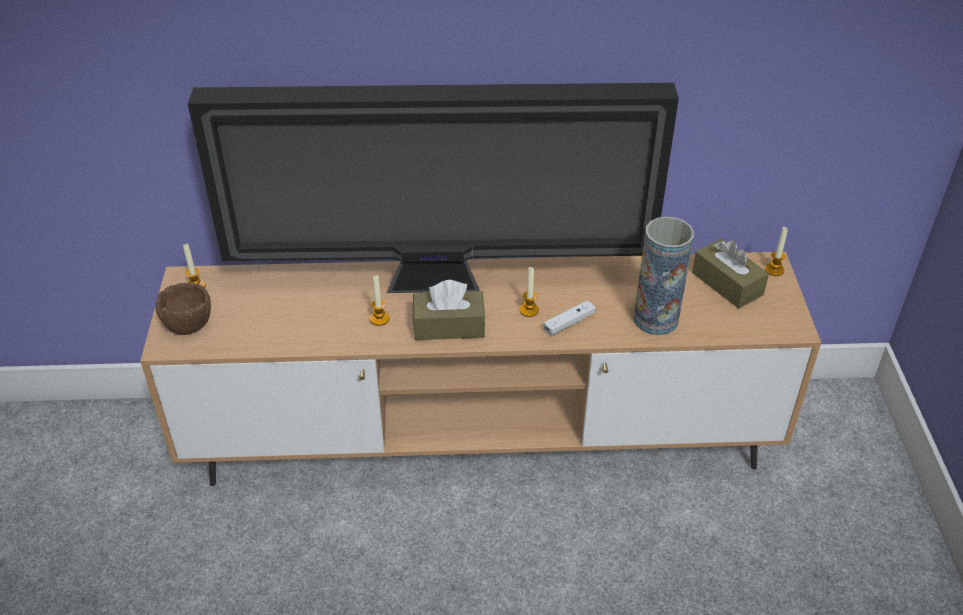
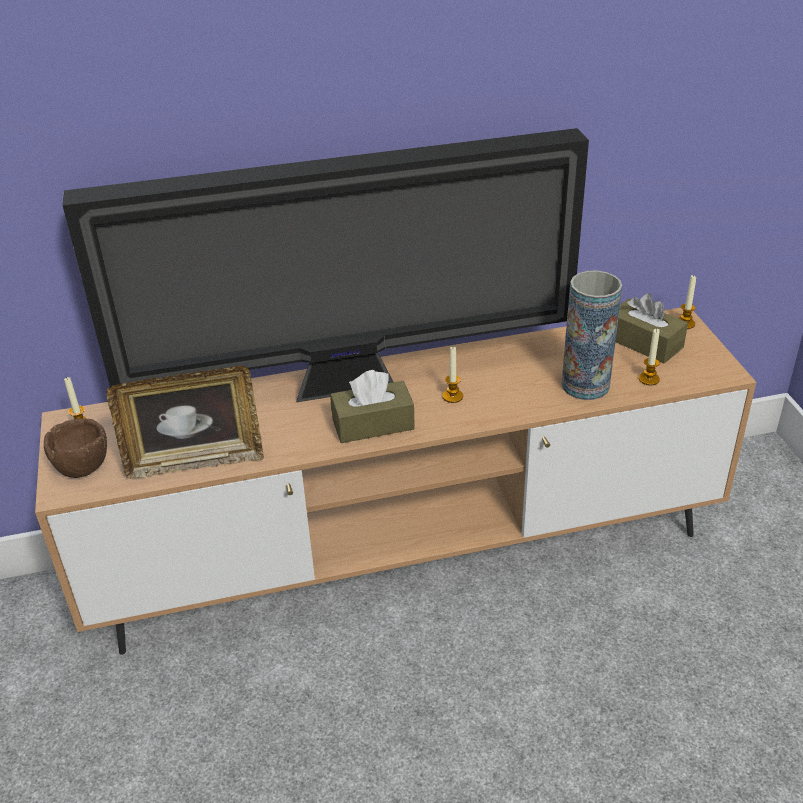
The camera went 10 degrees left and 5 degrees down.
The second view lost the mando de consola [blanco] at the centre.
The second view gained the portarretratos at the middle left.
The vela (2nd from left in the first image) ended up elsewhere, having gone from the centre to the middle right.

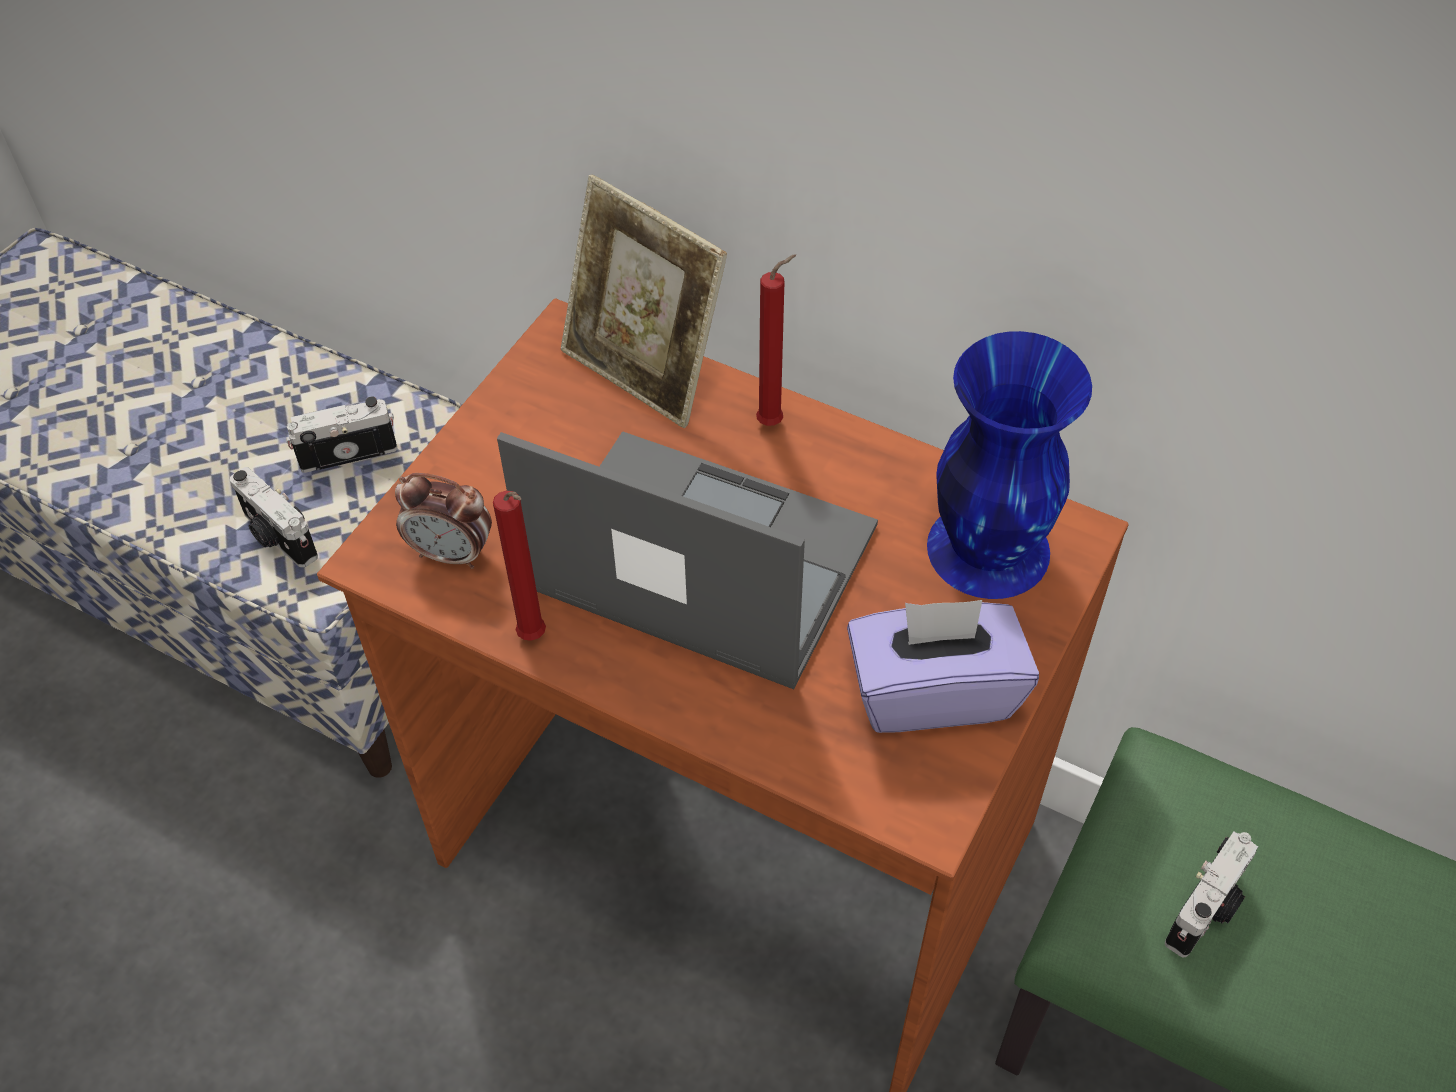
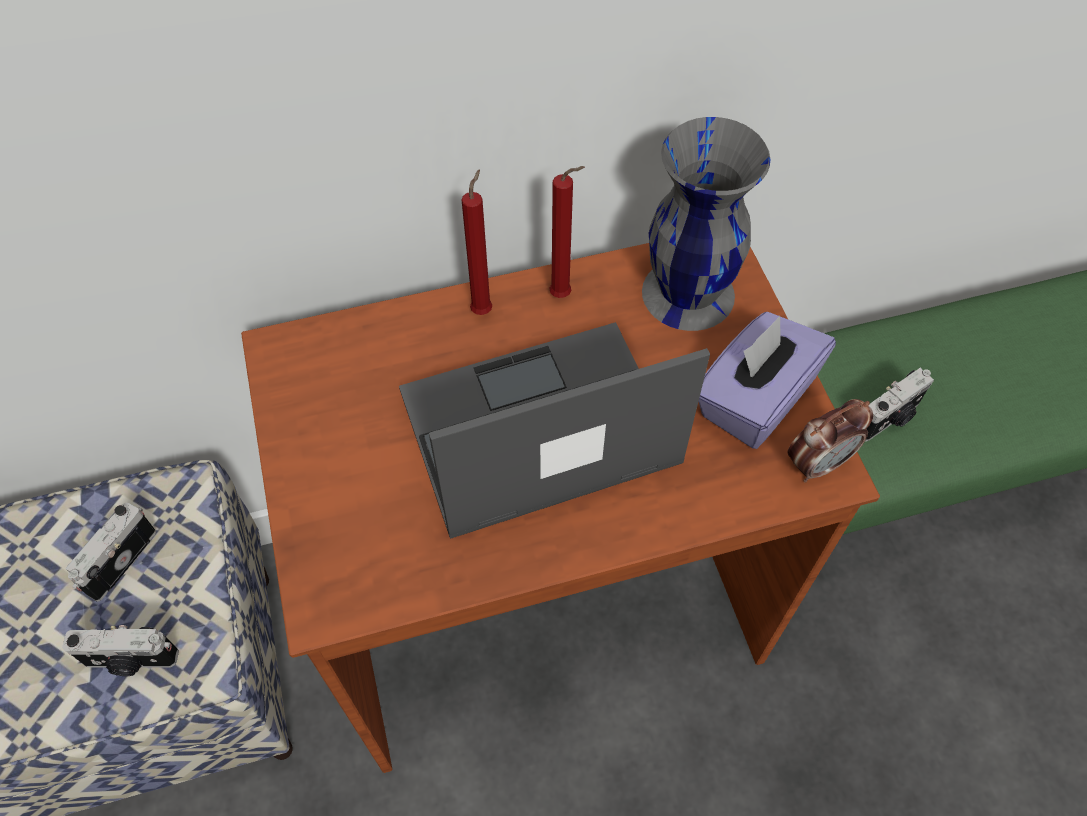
The camera went 45 degrees left and 5 degrees up.
The second view lost the portarretratos at the top centre.
The despertador ended up elsewhere, having gone from the middle left to the middle right.
The vela [rojo] (1st from left in the first image) ended up elsewhere, having gone from the centre to the top centre.
What was the florero [azul] at the middle right turned into the florero [gris] at the top centre.
The cámara (3rd from left) at the bottom right ended up facing another way, 60 degrees clockwise from before.

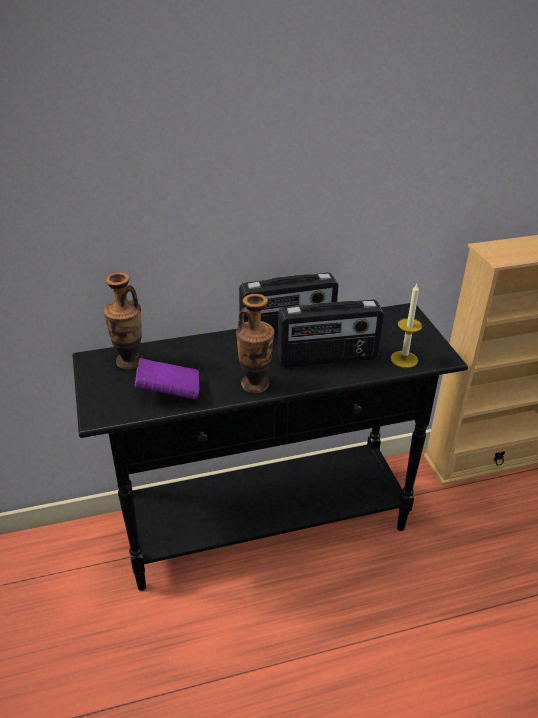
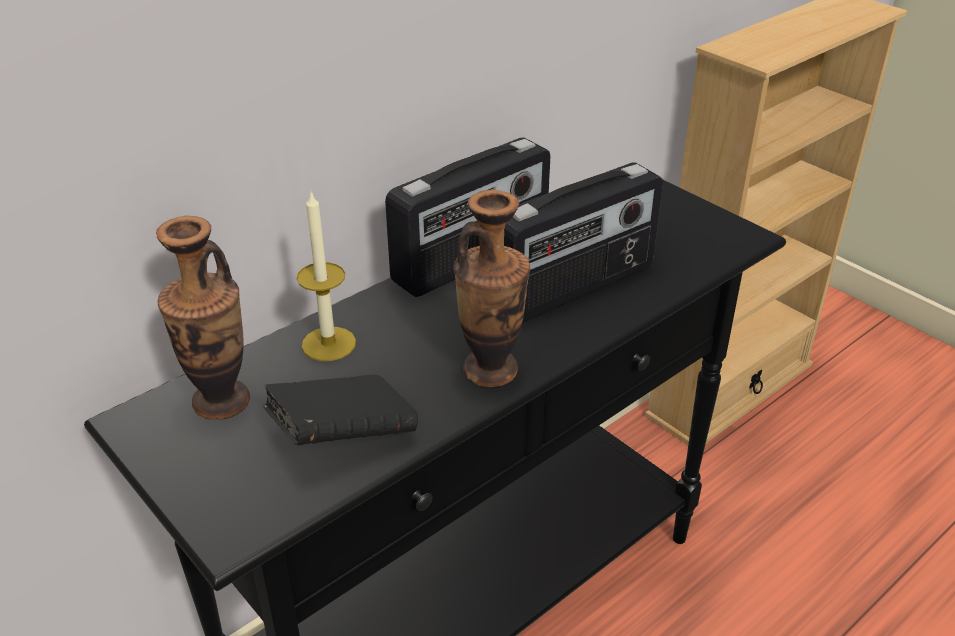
The camera went 25 degrees left and 0 degrees up.
The vela ended up elsewhere, having gone from the middle right to the centre.
What was the libro [morado] at the middle left turned into the libro [negro] at the centre.

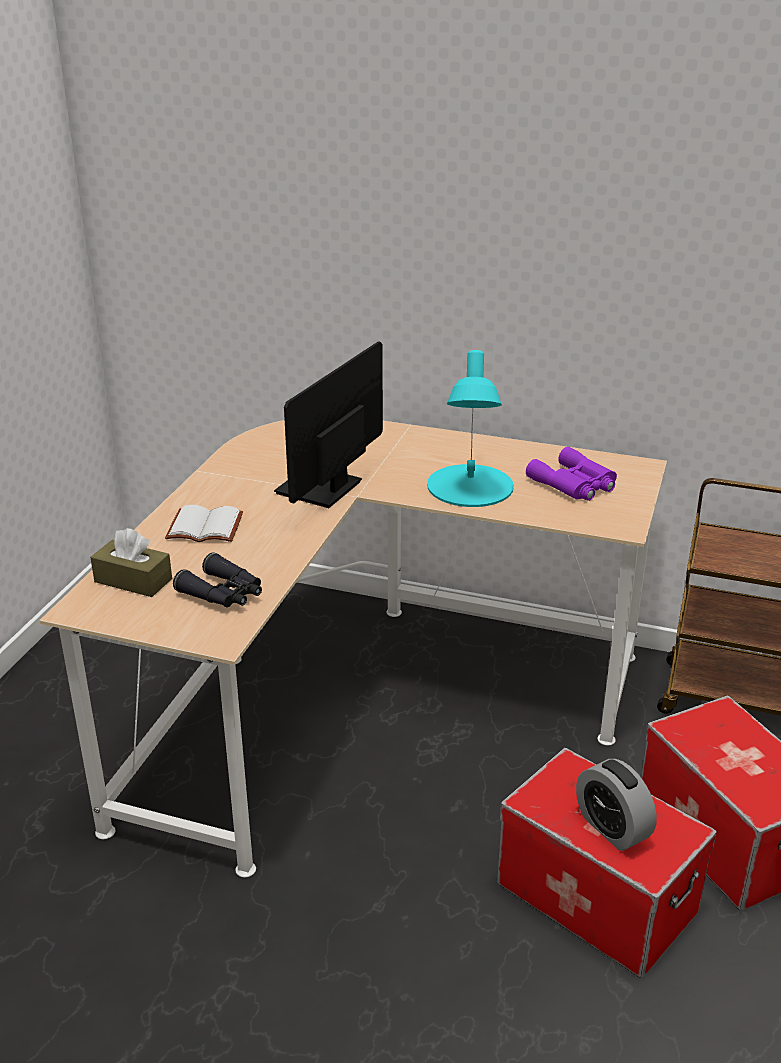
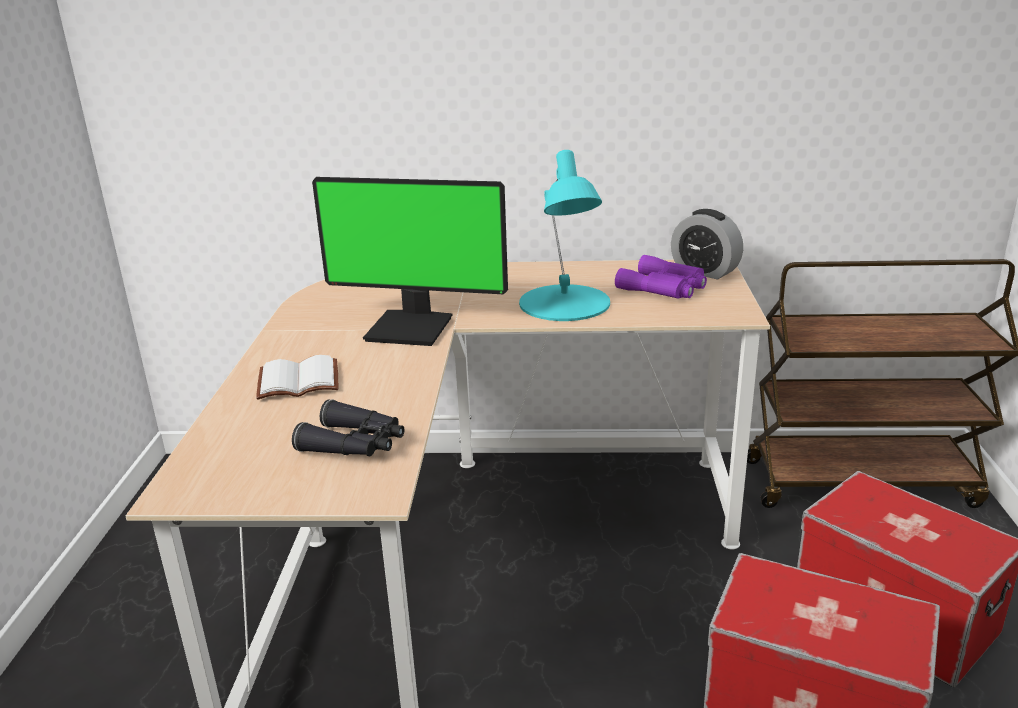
The camera went 15 degrees left and 5 degrees down.
The second view lost the caja de pañuelos [marrón] at the middle left.
The despertador ended up elsewhere, having gone from the bottom right to the middle right.
The monitor at the centre ended up facing another way, 90 degrees counterclockwise from before.

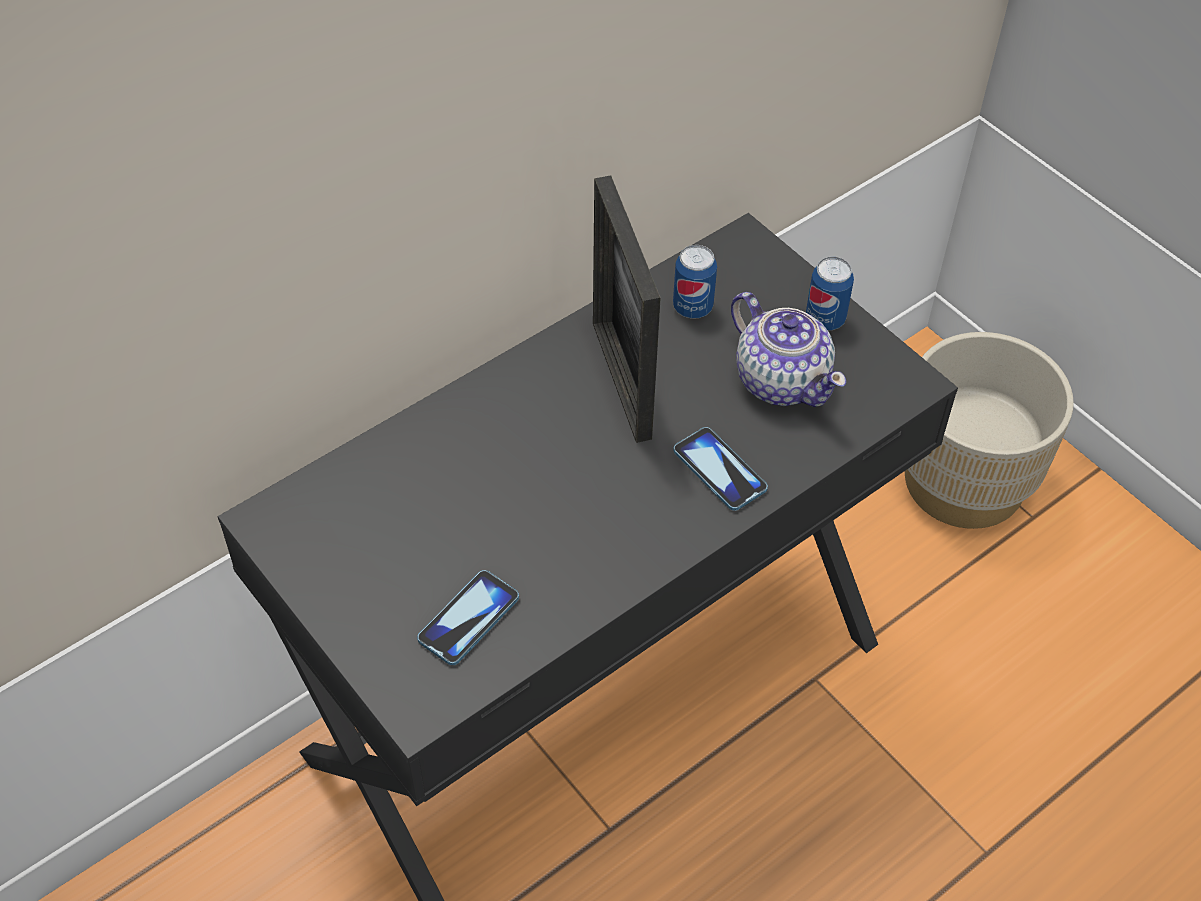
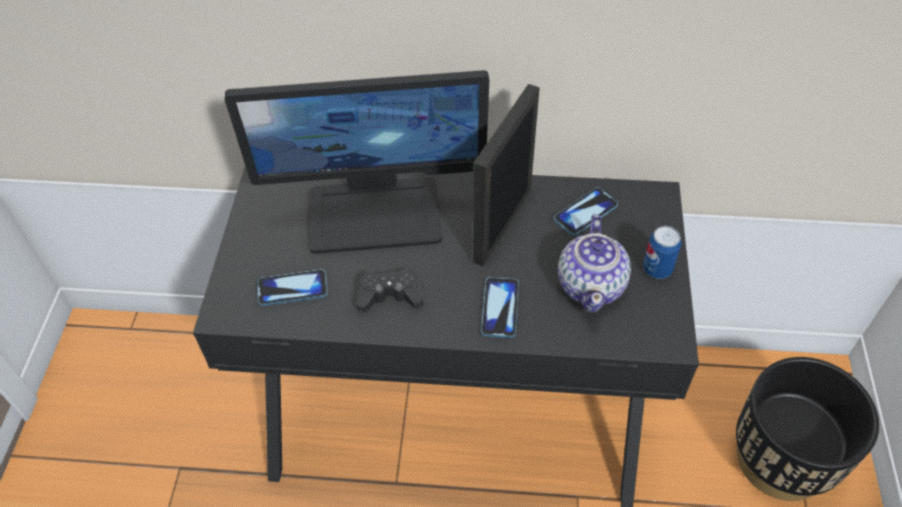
The camera went 45 degrees right and 0 degrees up.
The second view gained the monitor at the top centre.
The second view gained the mando de consola [negro] at the centre.
Where the lata (1st from left) stood at the top centre, the móvil (3rd from left) came to stand at the centre.
What was the maceta [beis] at the middle right turned into the maceta [negro] at the bottom right.

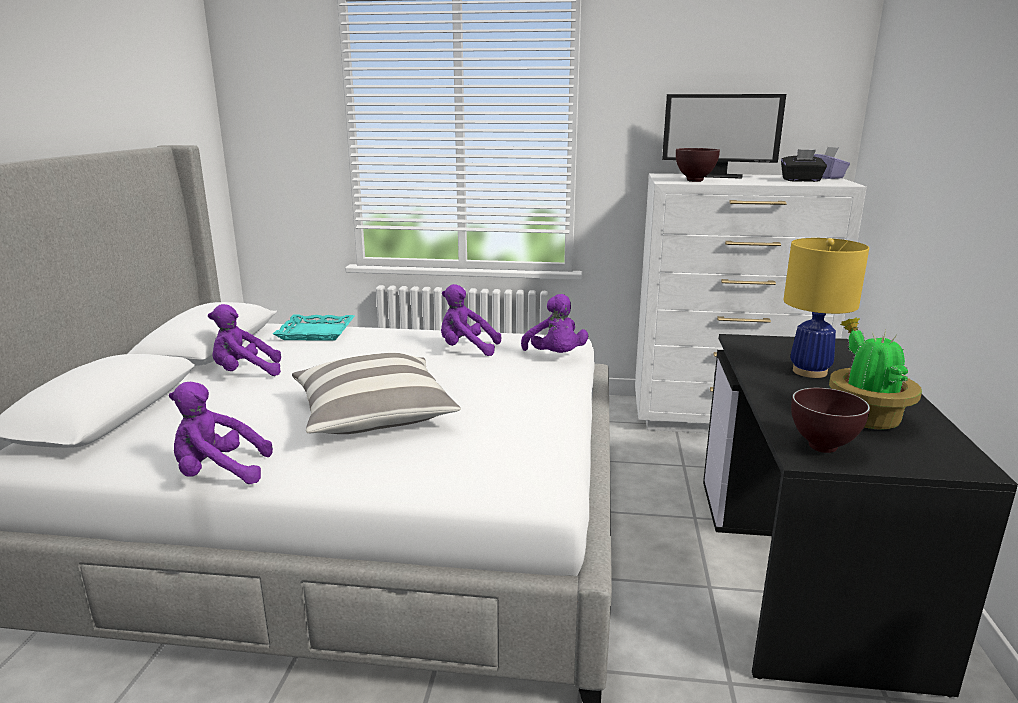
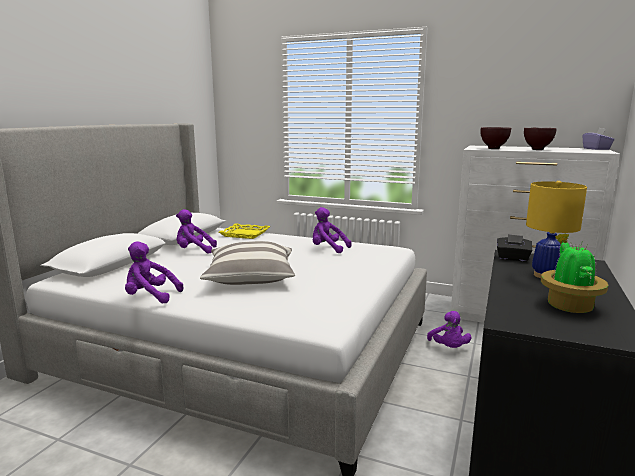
The camera went 15 degrees right and 5 degrees down.
The second view lost the monitor at the top right.
The peluche [morado] (4th from left) ended up elsewhere, having gone from the centre to the bottom right.
The caja de pañuelos [negro] ended up elsewhere, having gone from the top right to the middle right.
The cuenco [marrón] (2nd from left) ended up elsewhere, having gone from the middle right to the top right.
What was the bandeja [turquesa] at the middle left turned into the bandeja [amarillo] at the centre.

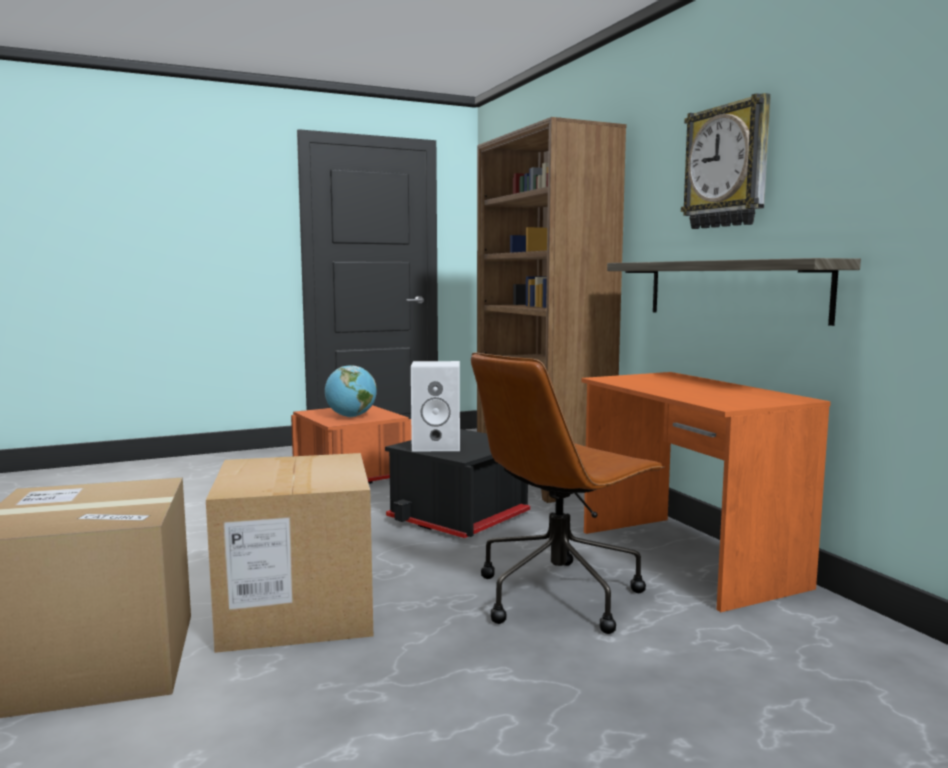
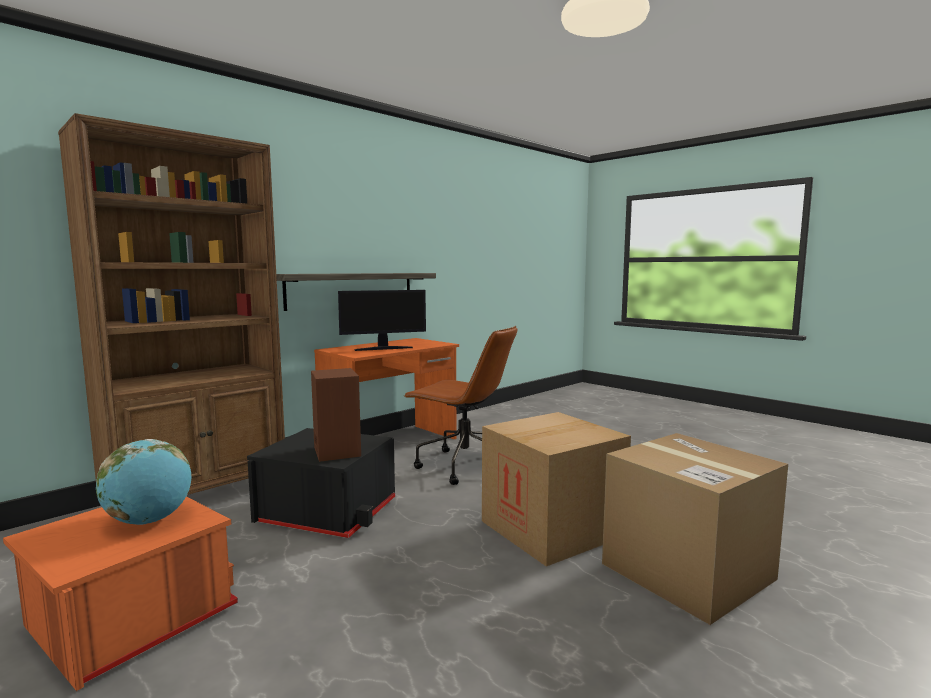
The camera went 110 degrees left and 0 degrees up.
The second view lost the reloj de pared at the top right.
The second view gained the monitor at the centre.
What was the altavoz [blanco] at the centre turned into the altavoz [marrón] at the centre.

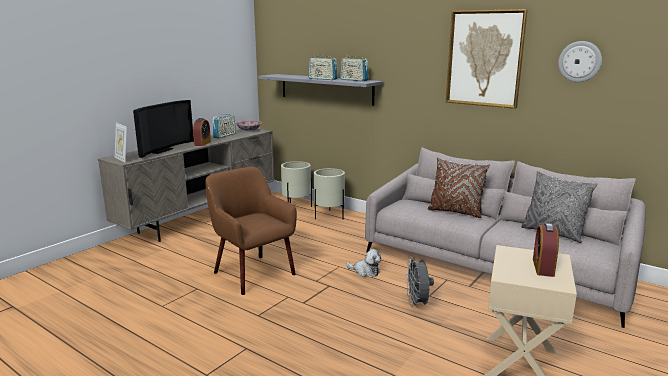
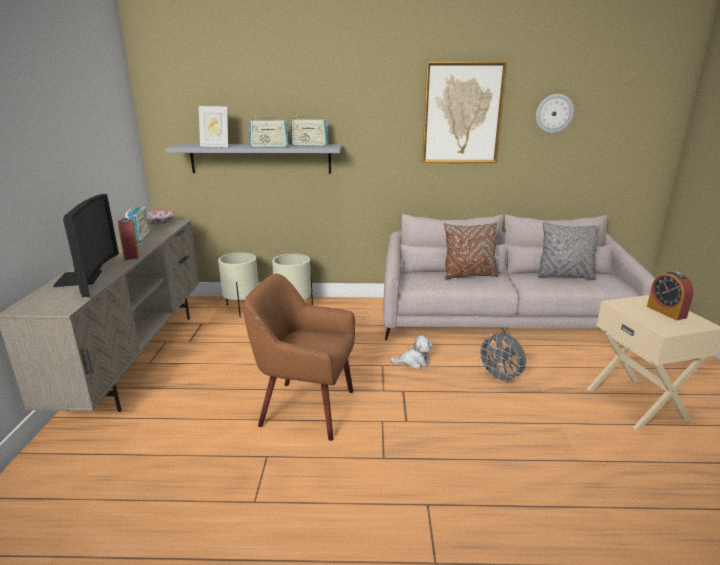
The camera went 35 degrees left and 5 degrees up.
The portarretratos ended up elsewhere, having gone from the middle left to the top left.

